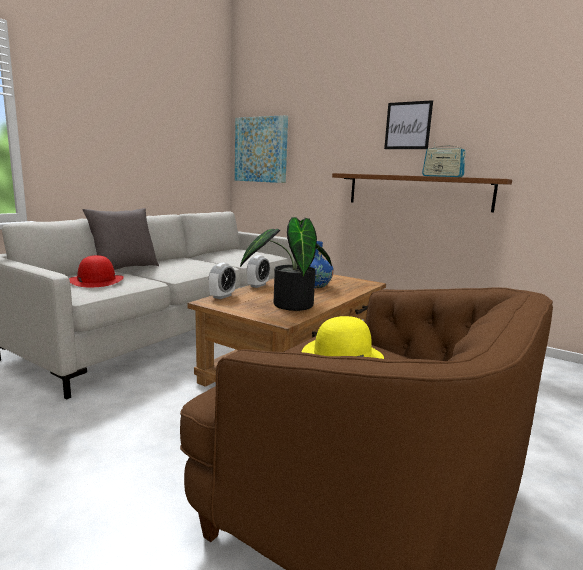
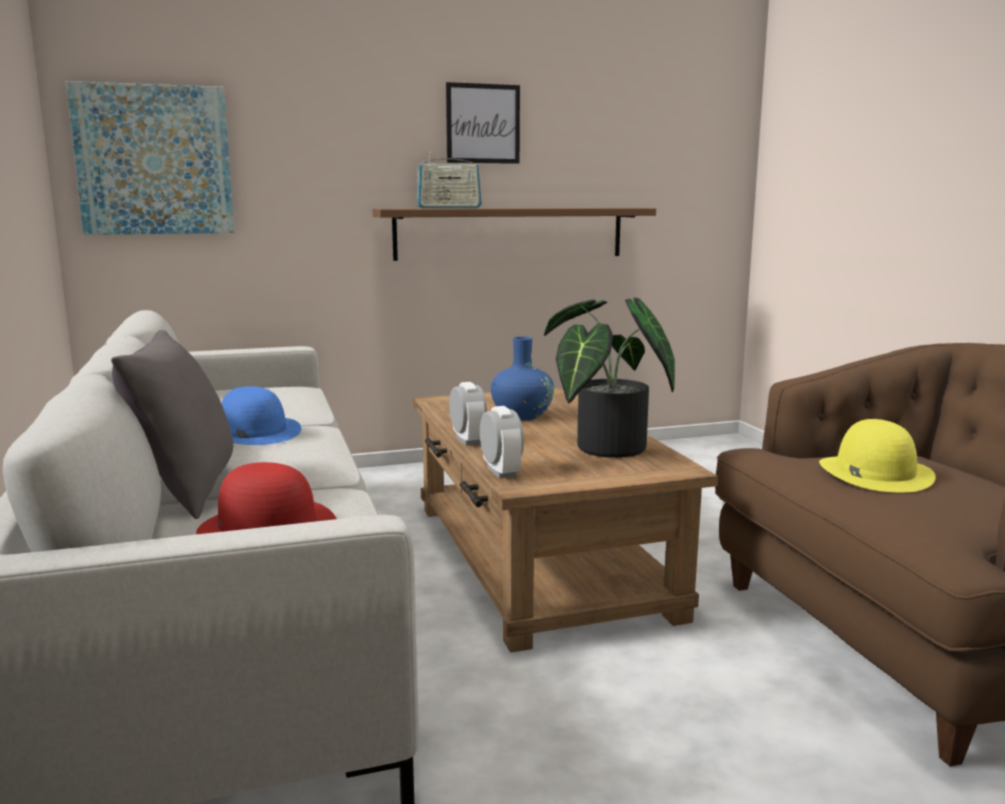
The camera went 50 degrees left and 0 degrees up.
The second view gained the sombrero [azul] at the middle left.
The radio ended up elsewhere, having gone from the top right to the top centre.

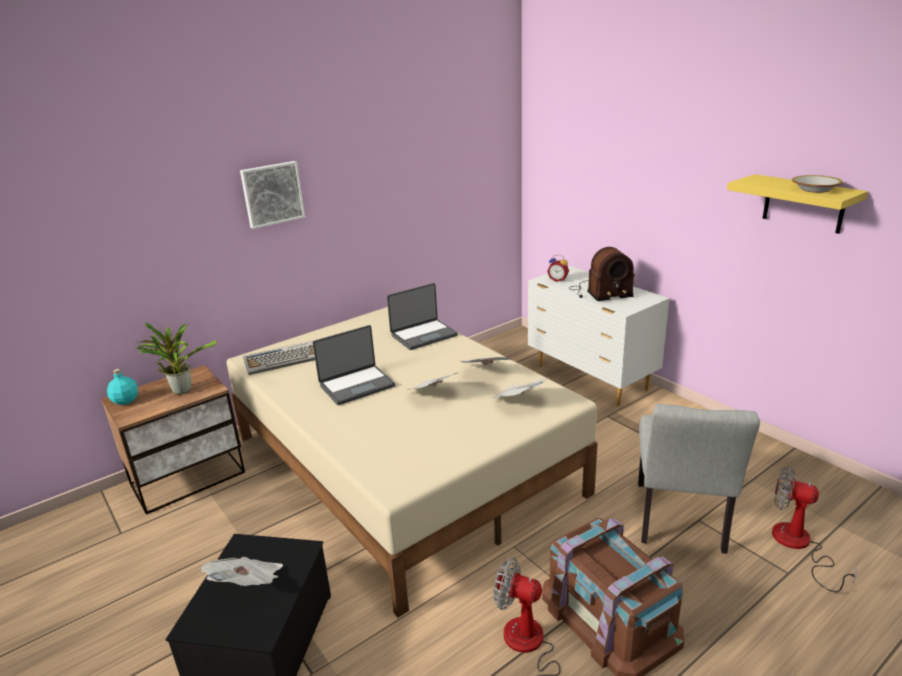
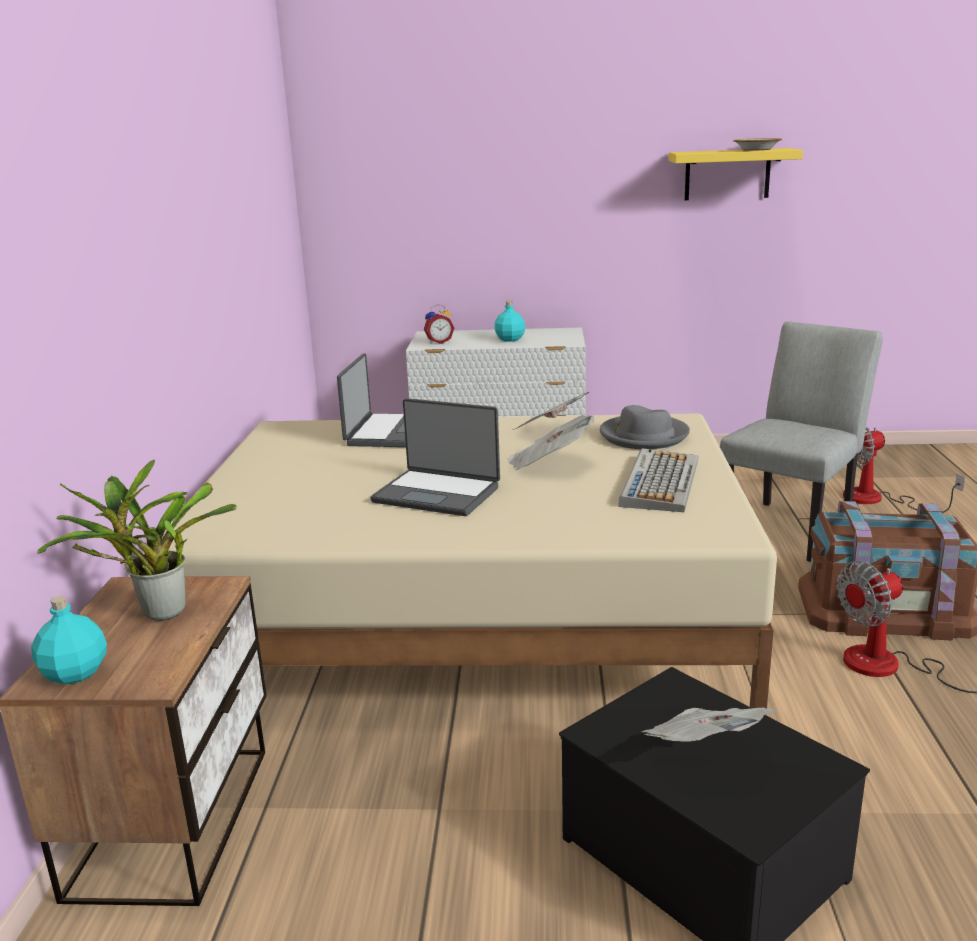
The camera went 50 degrees left and 5 degrees down.
The second view lost the cuadro at the top left.
The teclado ended up elsewhere, having gone from the middle left to the middle right.
Where the periódico (4th from left) stood at the centre, the sombrero [gris] came to stand at the centre.
Where the radio stood at the middle right, the botella [turquesa] (2nd from left) came to stand at the centre.
The portátil (1st from left in the first image) at the centre ended up facing another way, 105 degrees clockwise from before.
The silla [gris] at the bottom right ended up facing another way, 105 degrees counterclockwise from before.

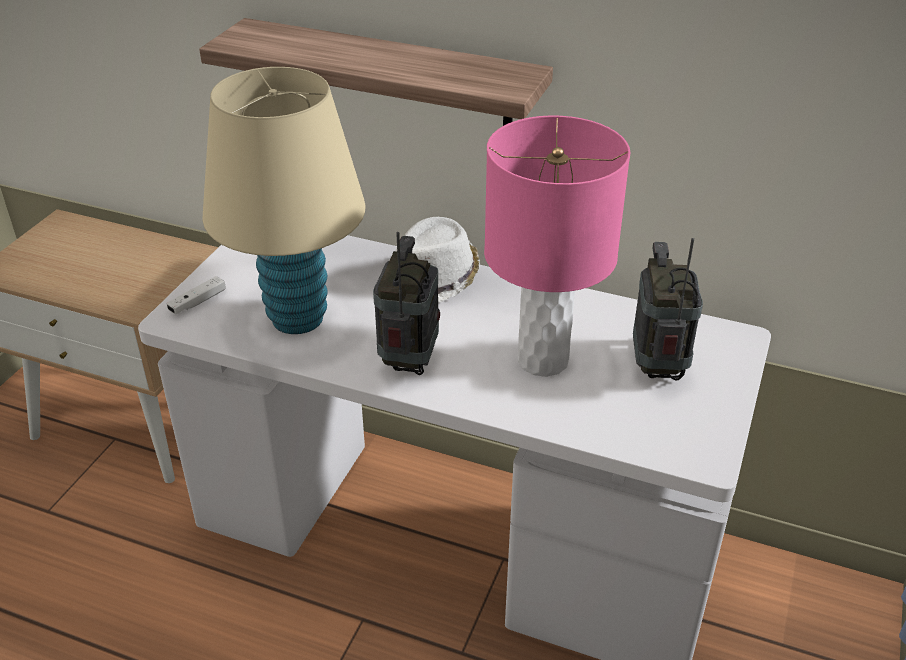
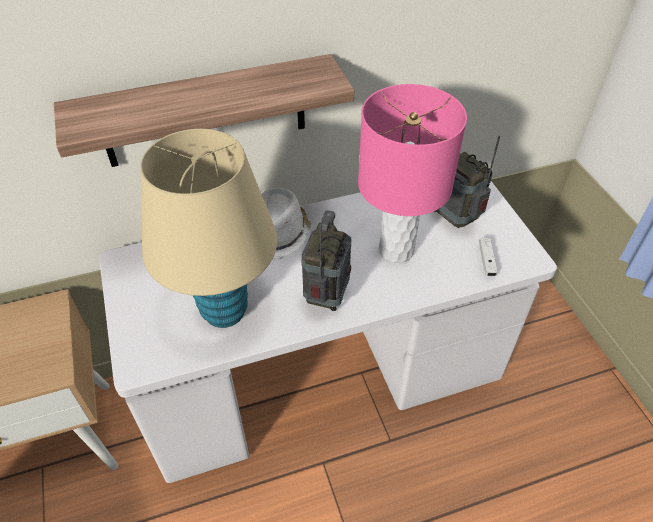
The camera went 40 degrees left and 10 degrees up.
The mando de consola [blanco] ended up elsewhere, having gone from the middle left to the middle right.
The radio (1st from left) at the centre ended up facing another way, 45 degrees clockwise from before.

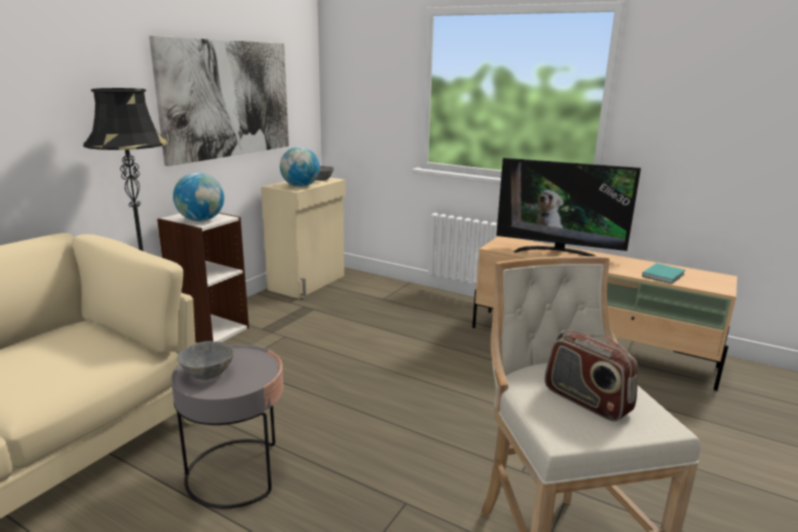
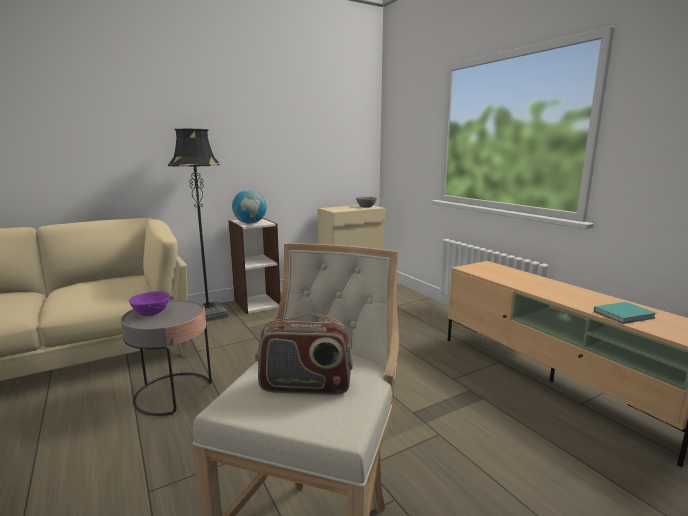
The camera went 30 degrees right and 5 degrees down.
The second view lost the cuadro at the top left.
The second view lost the globo terráqueo (2nd from left) at the top centre.
The second view lost the televisor at the middle right.
What was the cuenco [gris] (1st from left) at the bottom left turned into the cuenco [morado] at the middle left.
The radio at the bottom right ended up facing another way, 75 degrees counterclockwise from before.

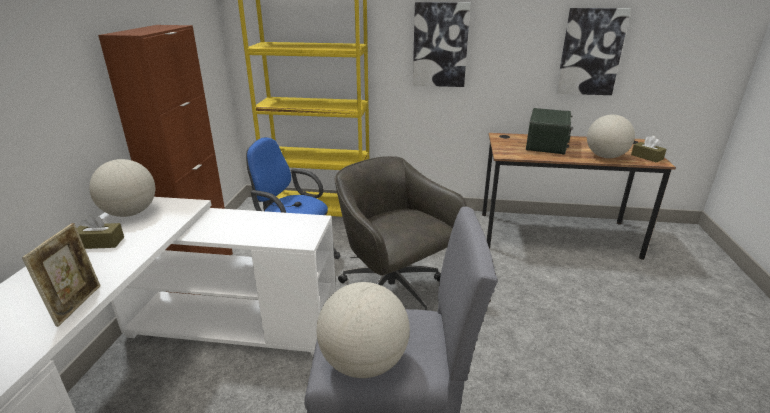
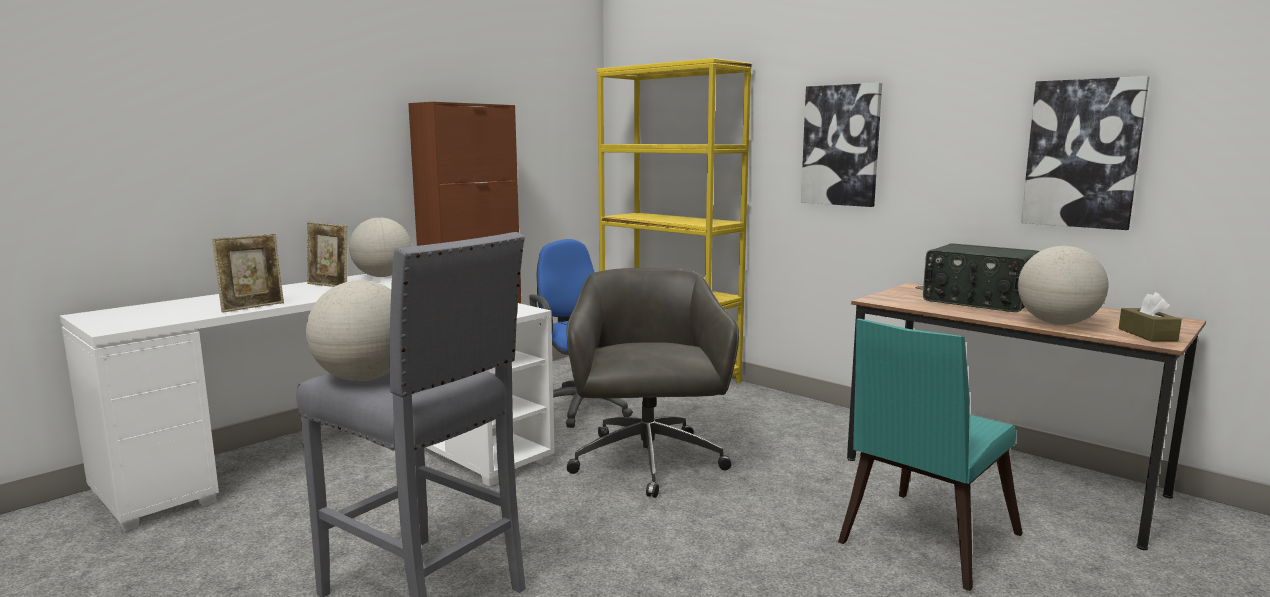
The camera went 35 degrees right and 15 degrees down.
The second view gained the silla [turquesa] at the bottom right.
Where the caja de pañuelos [marrón] (1st from left) stood at the middle left, the portarretratos (2nd from left) came to stand at the middle left.
The radio at the top right ended up facing another way, 75 degrees clockwise from before.

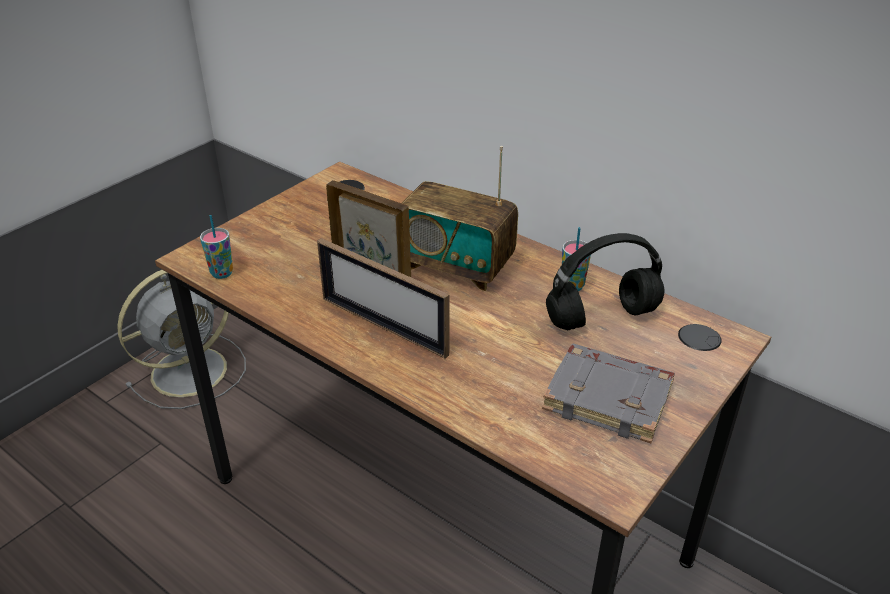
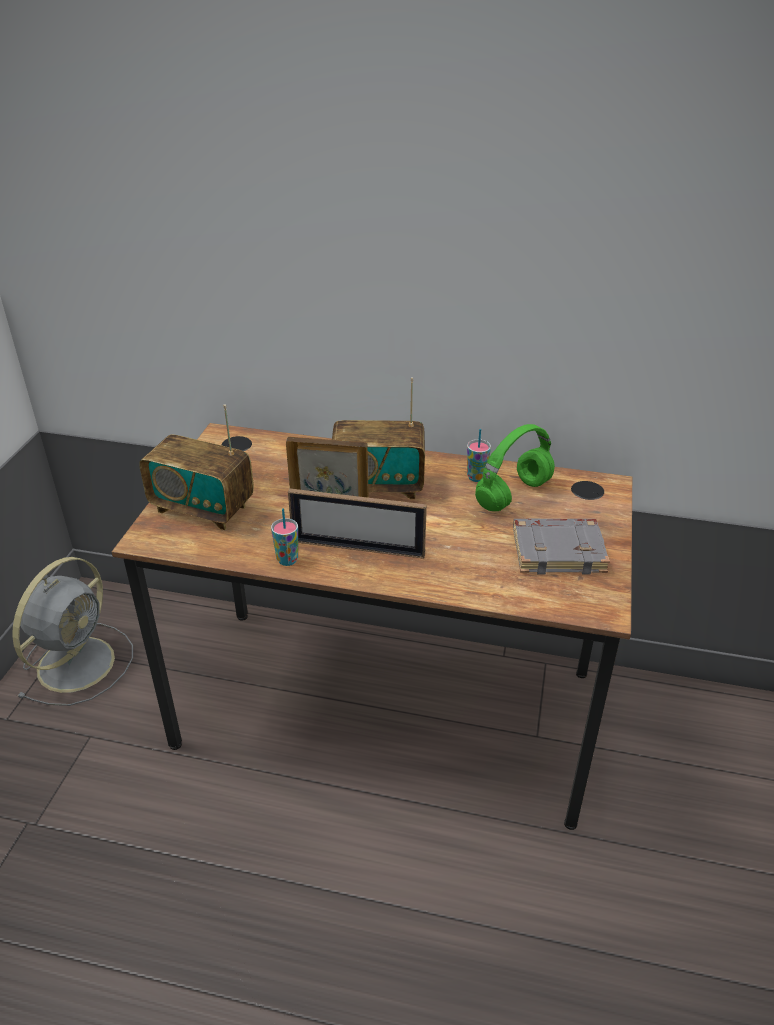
The camera went 25 degrees left and 0 degrees up.
The second view gained the radio (1st from left) at the middle left.
The taza (1st from left) ended up elsewhere, having gone from the middle left to the centre.
What was the auriculares [negro] at the middle right turned into the auriculares [verde] at the centre.

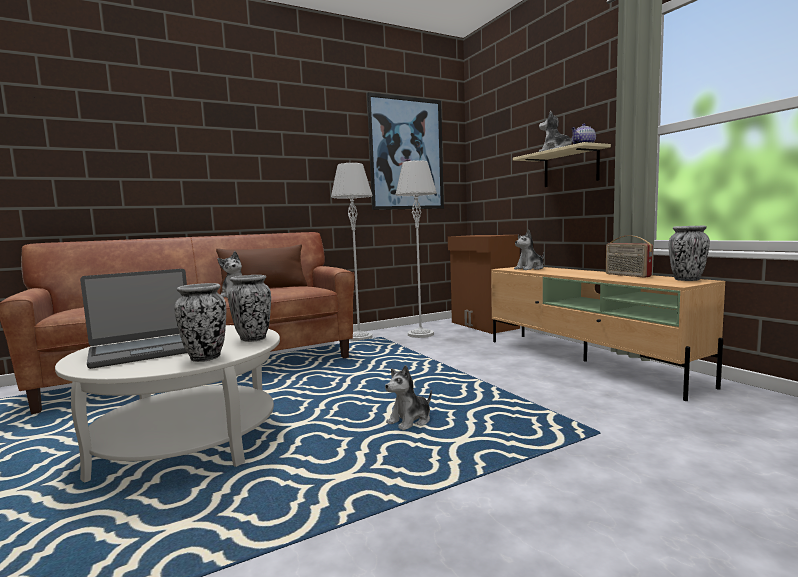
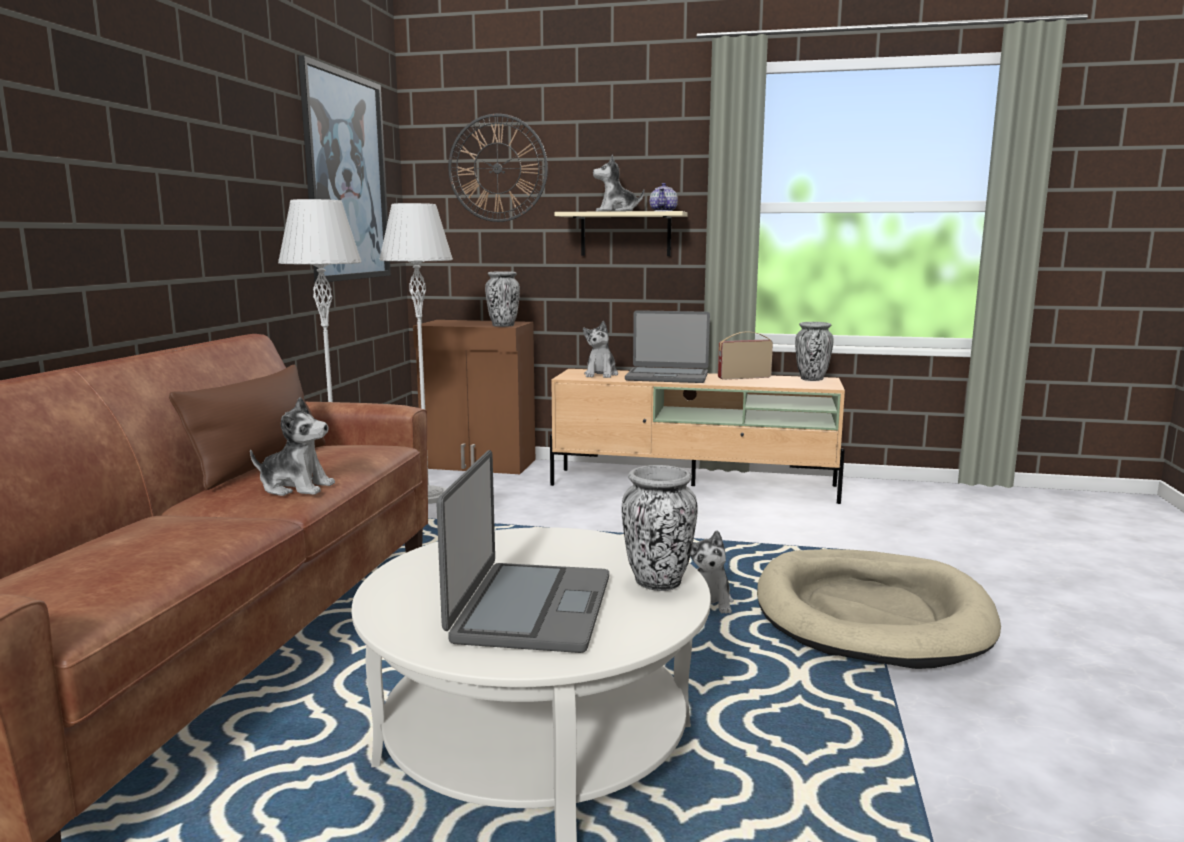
The camera went 50 degrees left and 5 degrees up.
The second view gained the reloj de pared at the top centre.
The second view gained the portátil (2nd from left) at the centre.
The second view gained the cama para perro [beis] at the bottom right.
The florero (2nd from left in the first image) ended up elsewhere, having gone from the middle left to the centre.
The radio at the middle right ended up facing another way, 150 degrees clockwise from before.

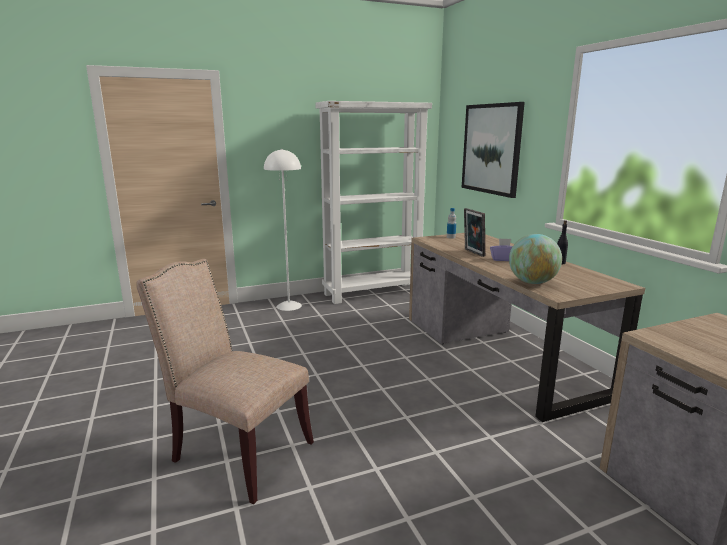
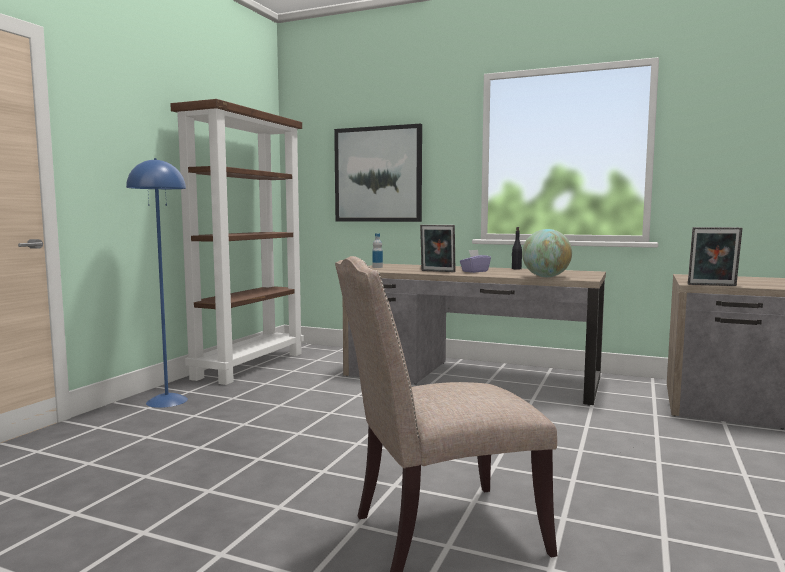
The camera went 45 degrees left and 10 degrees down.
The second view gained the portarretratos (2nd from left) at the middle right.
What was the lámpara de pie [blanco] at the centre turned into the lámpara de pie [azul] at the middle left.
What was the estantería [blanco] at the centre turned into the estantería [marrón] at the middle left.

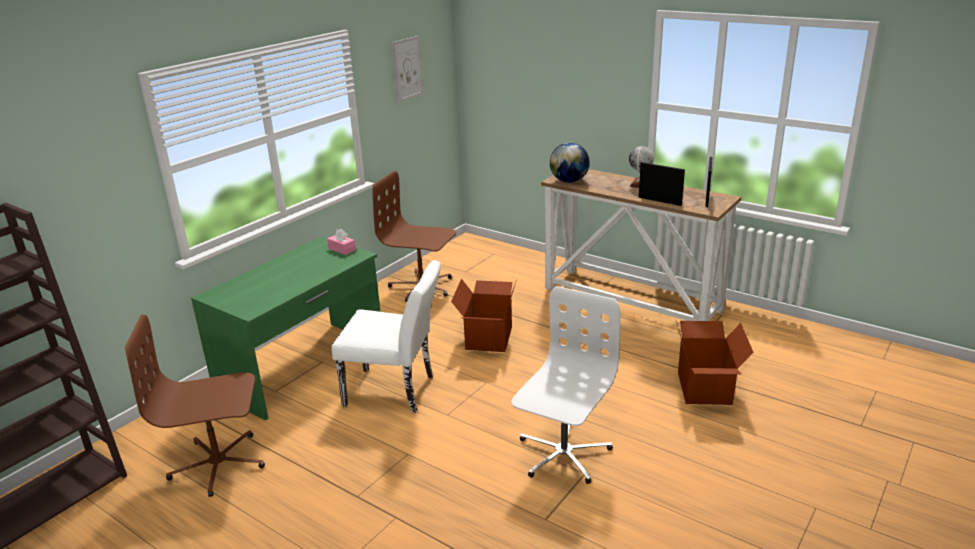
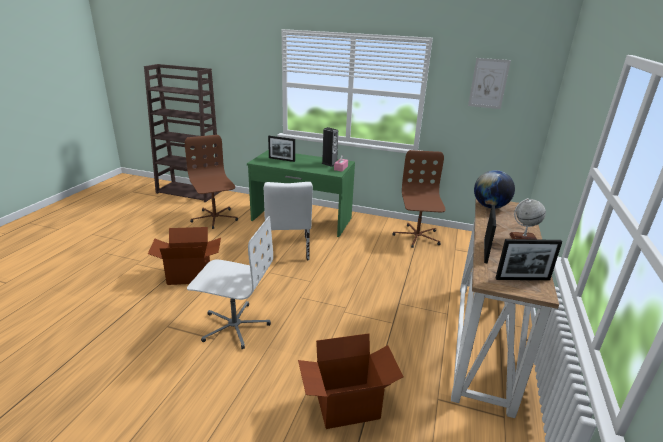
The camera went 70 degrees right and 0 degrees up.
The second view gained the portarretratos (1st from left) at the centre.
The second view gained the altavoz at the top centre.
The caja de cartón (1st from left) ended up elsewhere, having gone from the centre to the middle left.

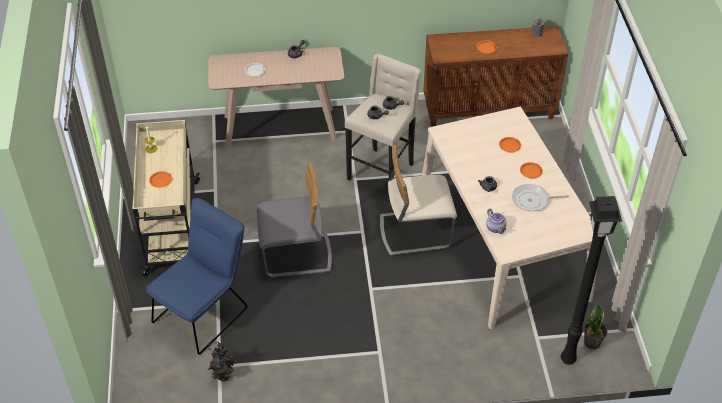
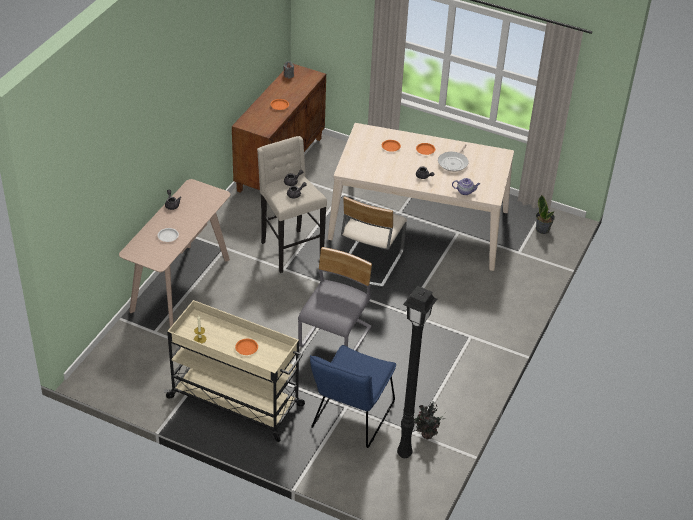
The camera went 60 degrees left and 5 degrees down.
The lámpara de pie [negro] ended up elsewhere, having gone from the bottom right to the bottom centre.
The silla [azul] at the bottom left ended up facing another way, 135 degrees counterclockwise from before.

